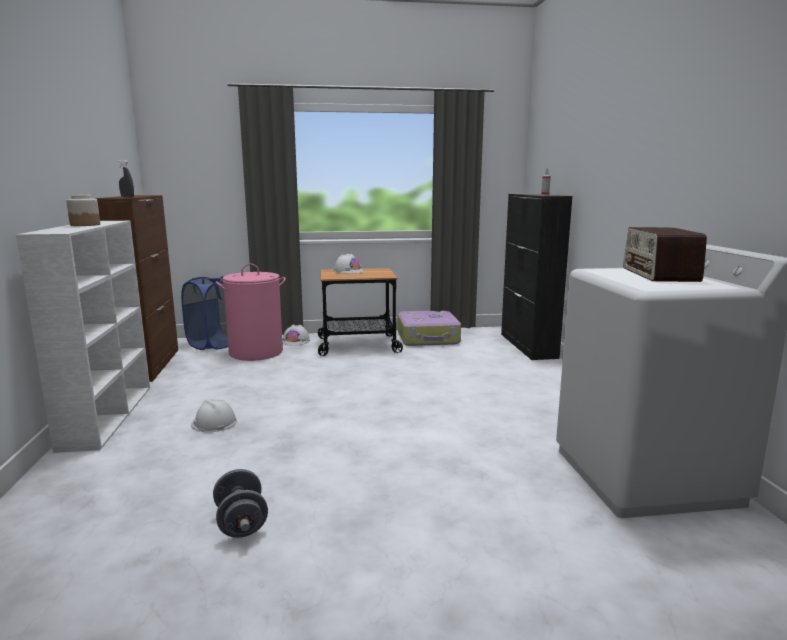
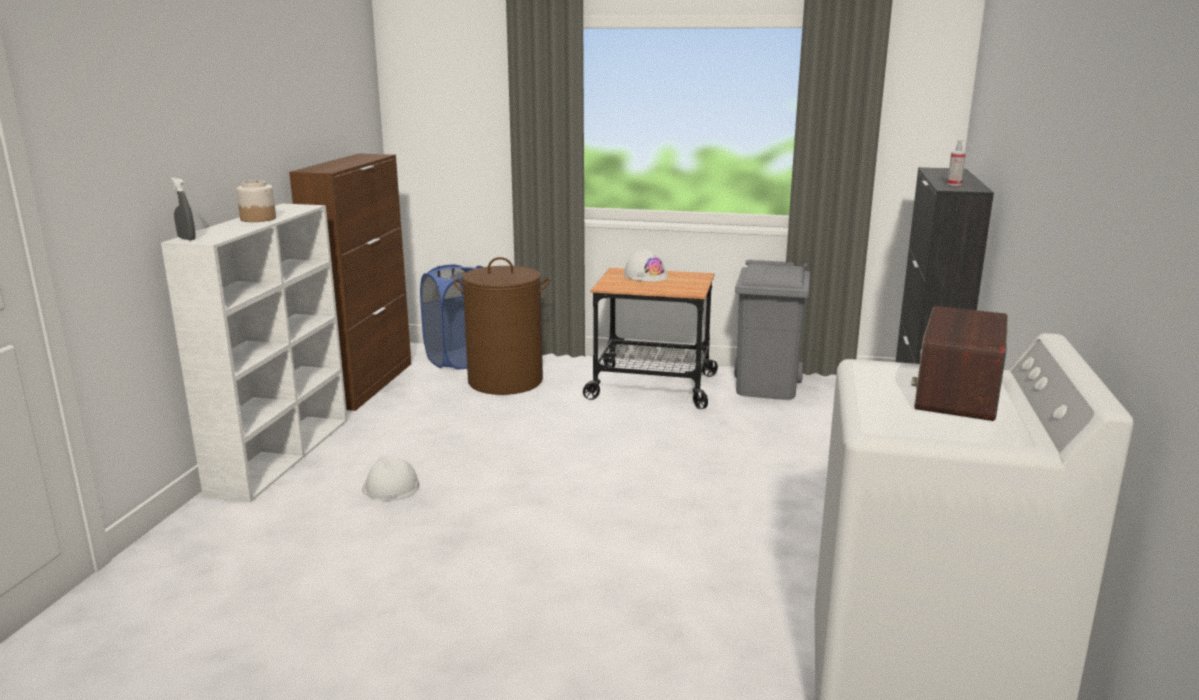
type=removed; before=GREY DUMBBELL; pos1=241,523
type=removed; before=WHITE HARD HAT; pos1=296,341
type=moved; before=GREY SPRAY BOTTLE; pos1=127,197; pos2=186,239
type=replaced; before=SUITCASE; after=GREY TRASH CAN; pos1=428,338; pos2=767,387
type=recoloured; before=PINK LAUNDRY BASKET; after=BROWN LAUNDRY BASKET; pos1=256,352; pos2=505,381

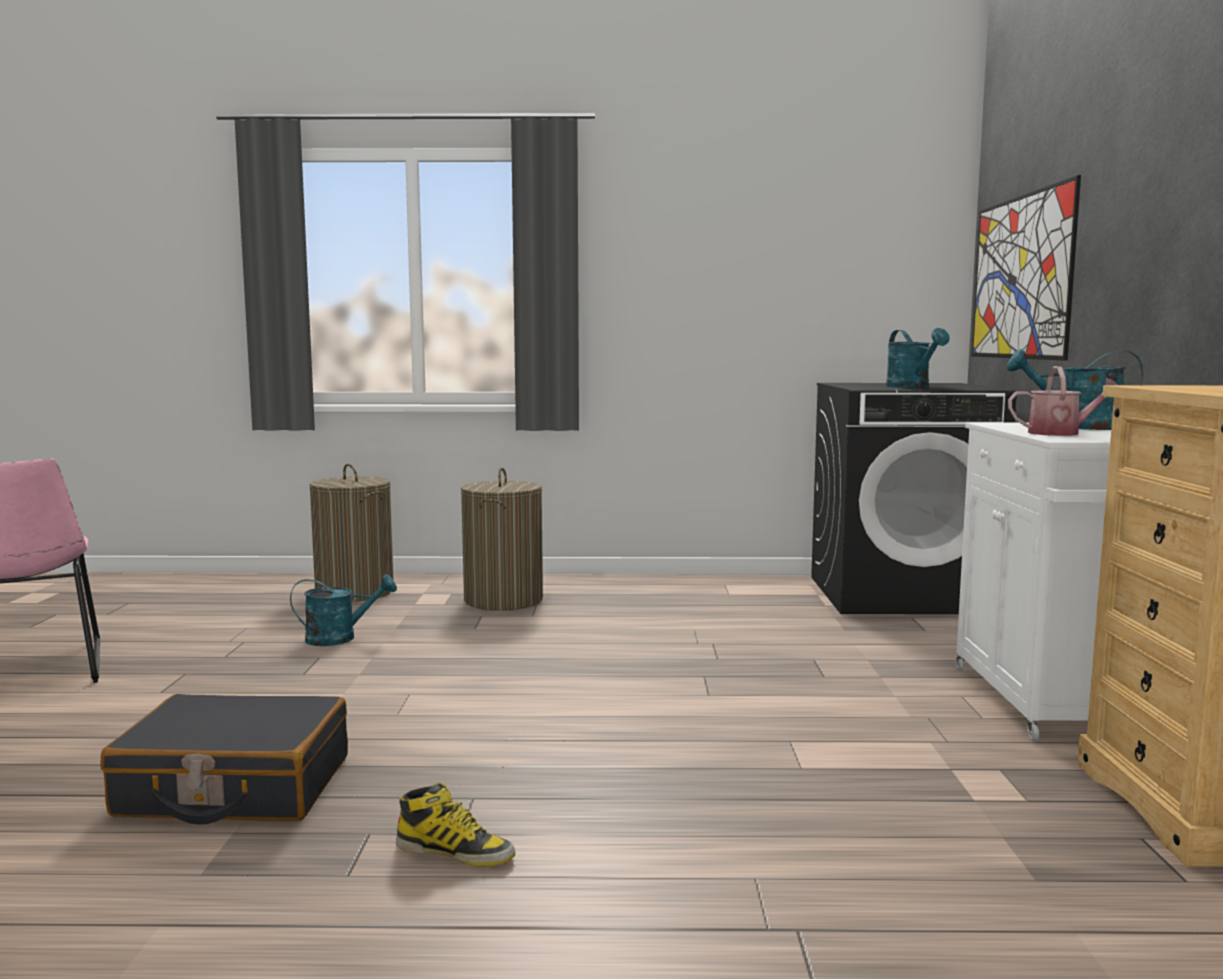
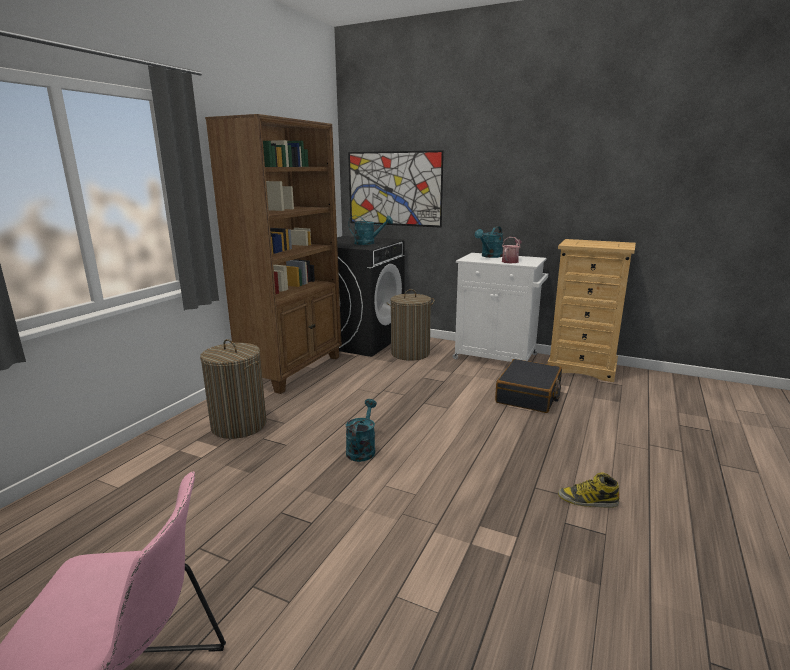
type=added; after=BROWN BOOKCASE; pos2=293,369
type=moved; before=BLACK SUITCASE; pos1=234,787; pos2=529,395
type=moved; before=TURQUOISE WATERING CAN; pos1=340,638; pos2=362,449
type=moved; before=LAUNDRY BASKET; pos1=355,592; pos2=410,353
type=turned; before=BOOT; pos1=455,852; pos2=587,500; turn=-120

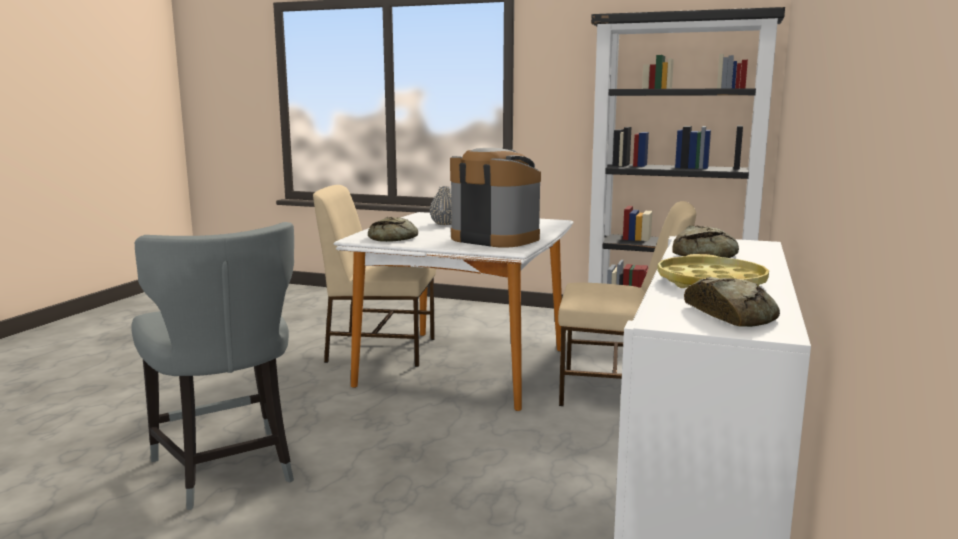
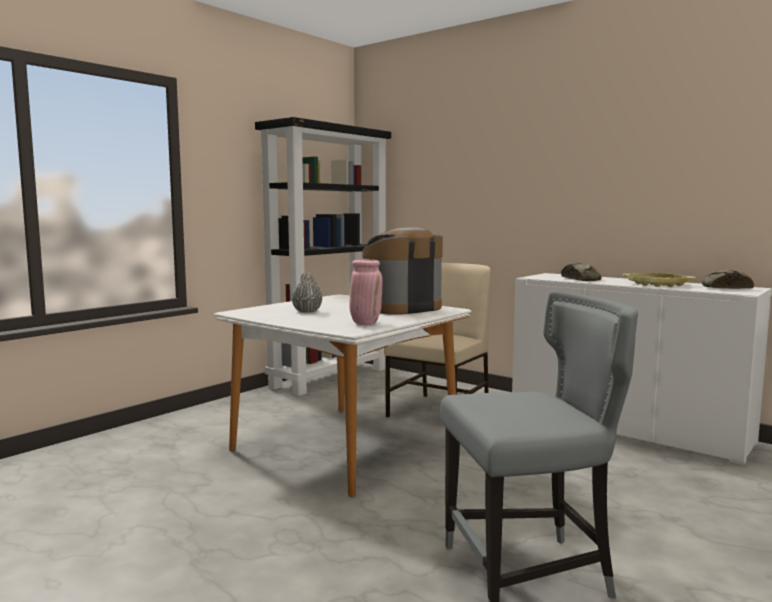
type=removed; before=BEIGE CHAIR; pos1=379,349
type=replaced; before=BREAD; after=PINK VASE; pos1=394,238; pos2=365,323

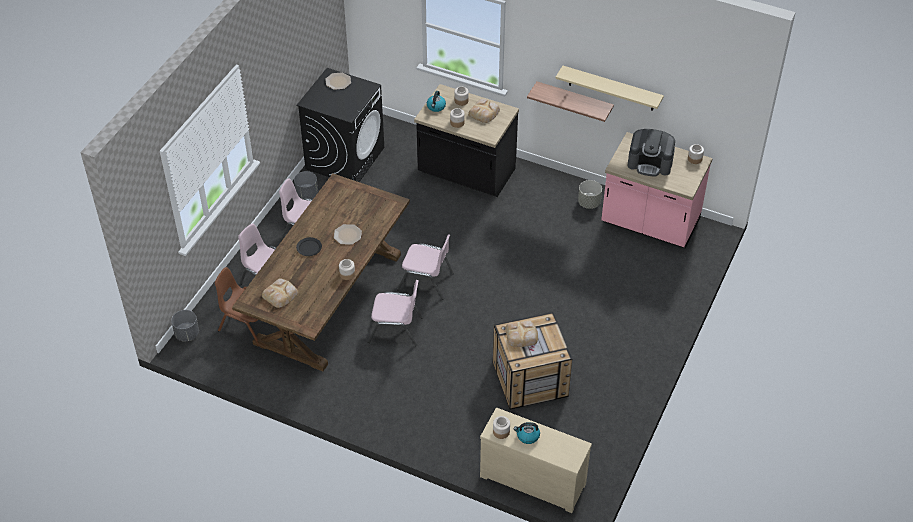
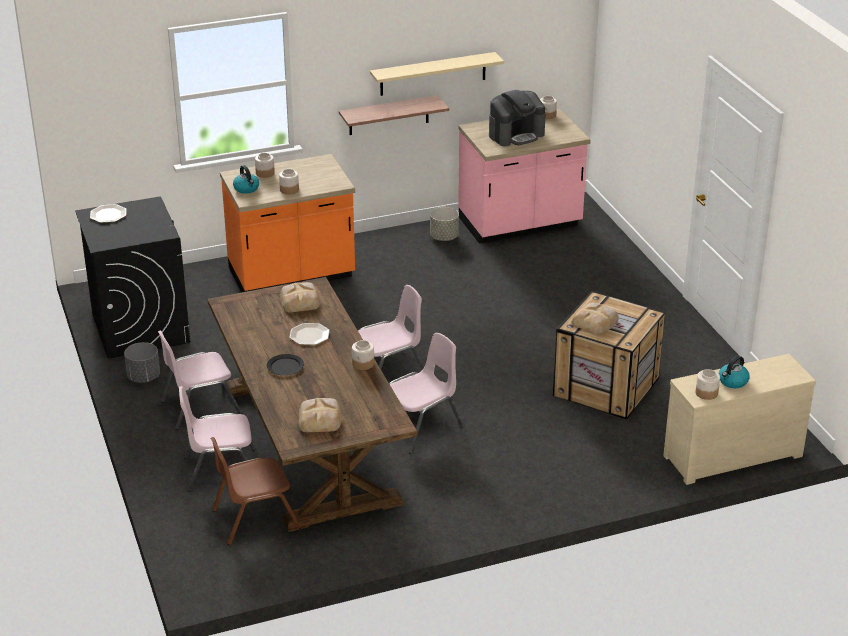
type=removed; before=GREY PLANTER; pos1=187,334
type=moved; before=BREAD; pos1=484,112; pos2=300,301
type=recoloured; before=BLACK COUNTER; after=ORANGE COUNTER; pos1=466,173; pos2=291,275

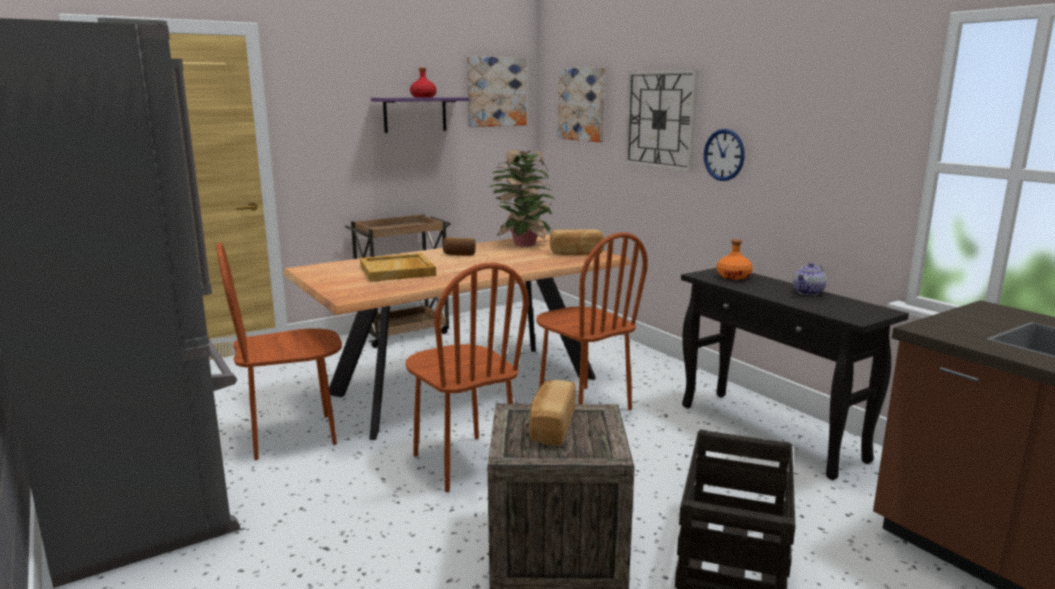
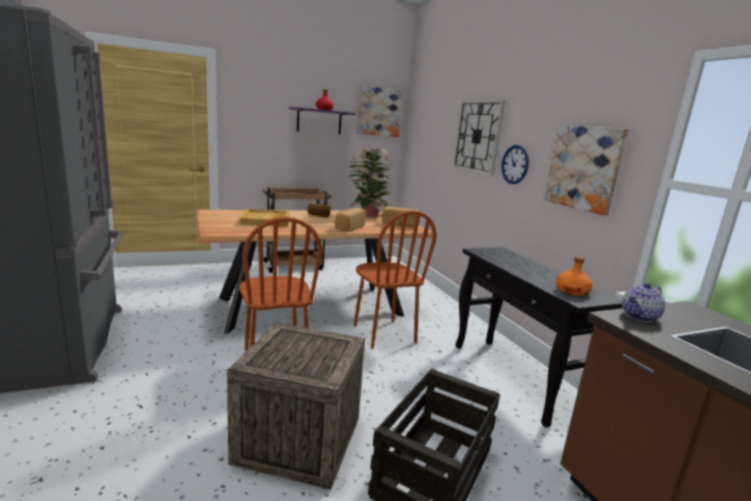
type=removed; before=BROWN CHAIR; pos1=293,436
type=moved; before=BREAD; pos1=551,427; pos2=349,227
type=moved; before=PICTURE; pos1=582,104; pos2=584,168
type=moved; before=ORANGE BOTTLE; pos1=733,276; pos2=572,291
type=moved; before=TEAPOT; pos1=808,292; pos2=640,317

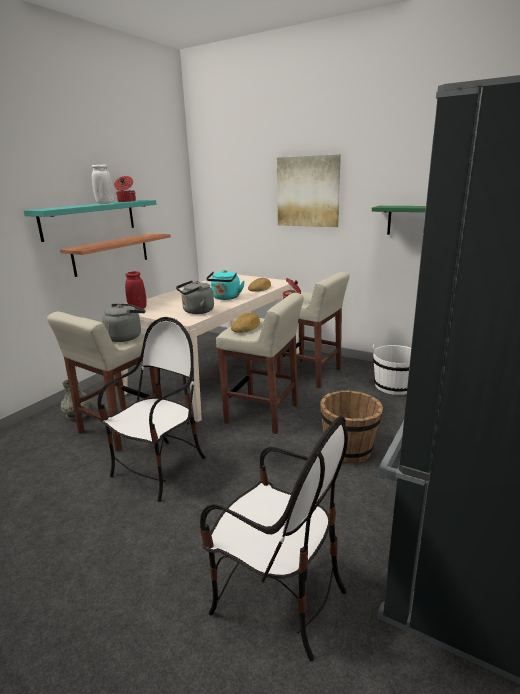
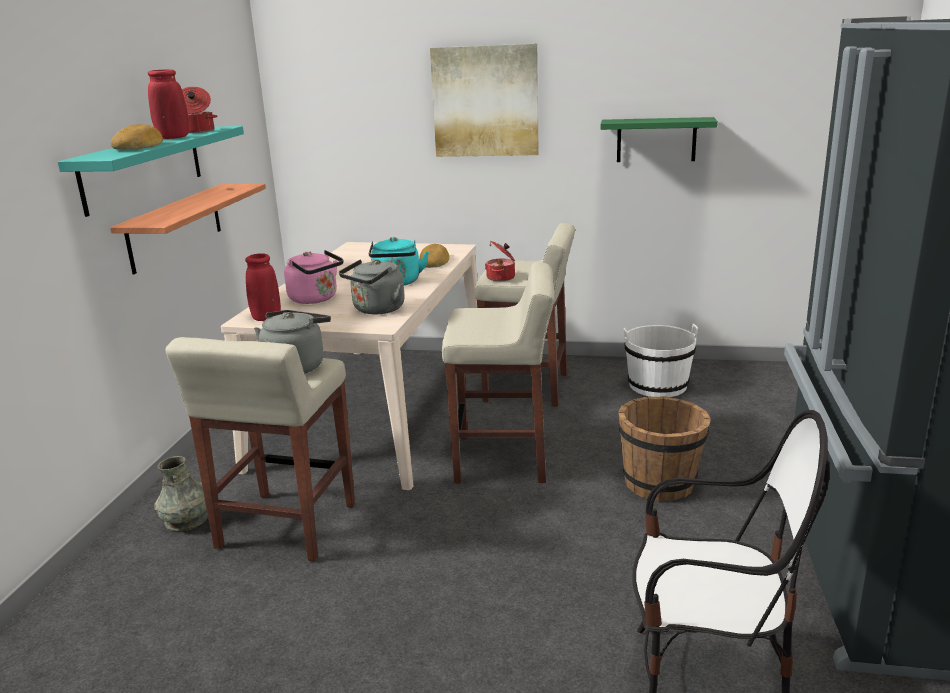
type=removed; before=CHAIR; pos1=160,469
type=added; after=PINK KETTLE; pos2=316,299
type=moved; before=BREAD; pos1=246,327; pos2=140,146
type=recoloured; before=WHITE VASE; after=RED VASE; pos1=105,203; pos2=173,138

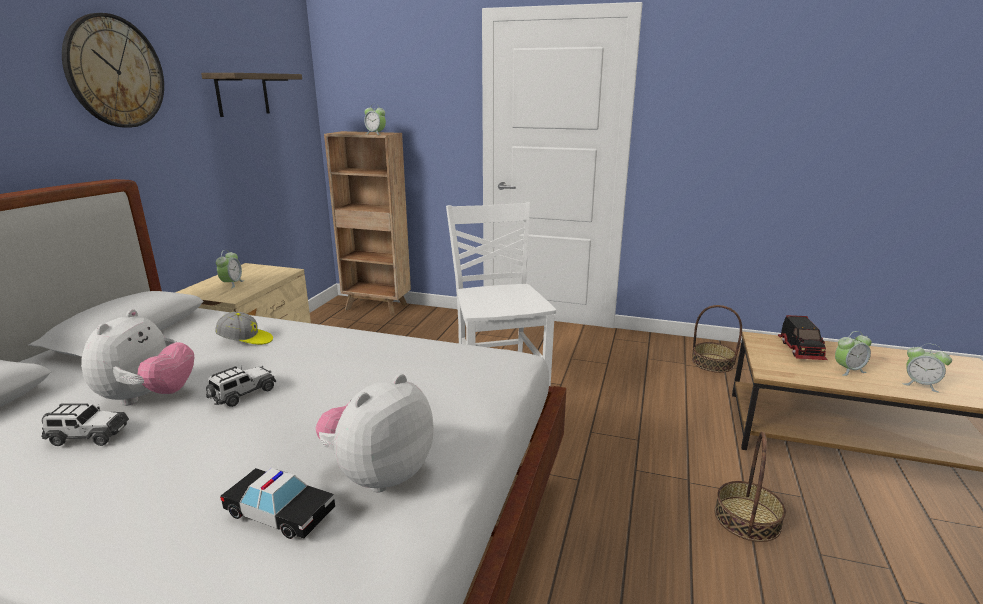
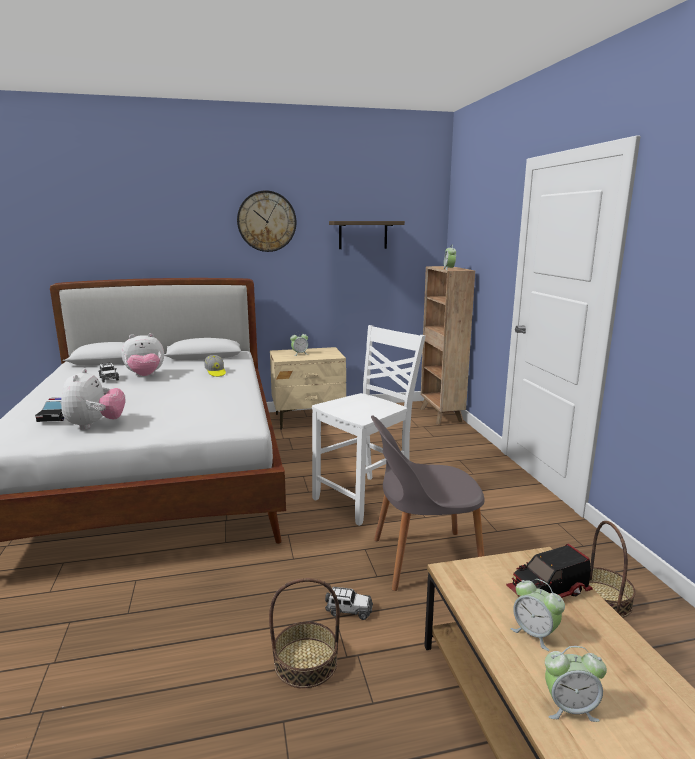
type=added; after=GREY CHAIR; pos2=422,559
type=moved; before=TOY CAR; pos1=242,394; pos2=349,610
type=turned; before=PLUSH TOY; pos1=379,473; pos2=95,425; turn=75
type=turned; before=ALARM CLOCK; pos1=920,384; pos2=569,707; turn=-90

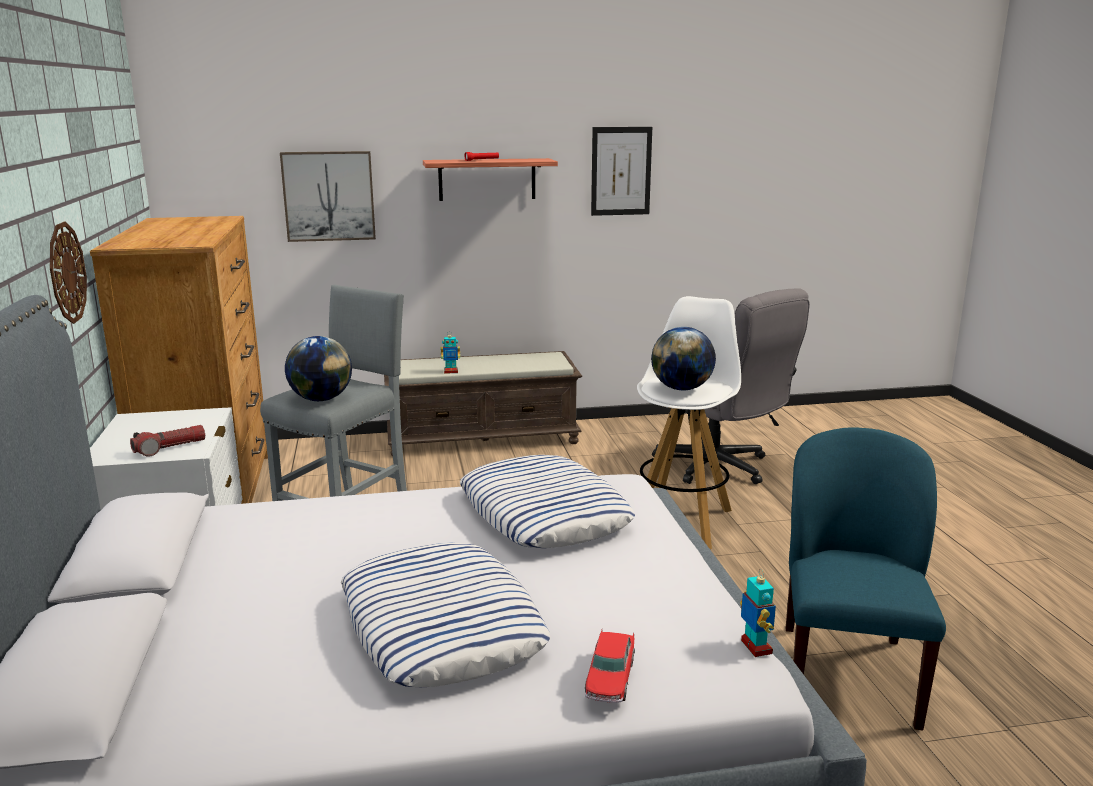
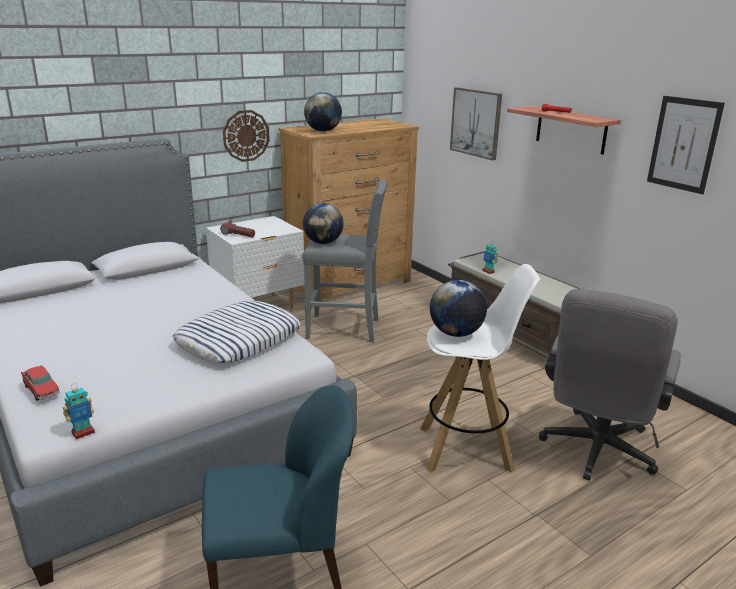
type=removed; before=PILLOW; pos1=440,626
type=added; after=GLOBE; pos2=323,131
type=turned; before=TOY CAR; pos1=610,679; pos2=41,390; turn=-120

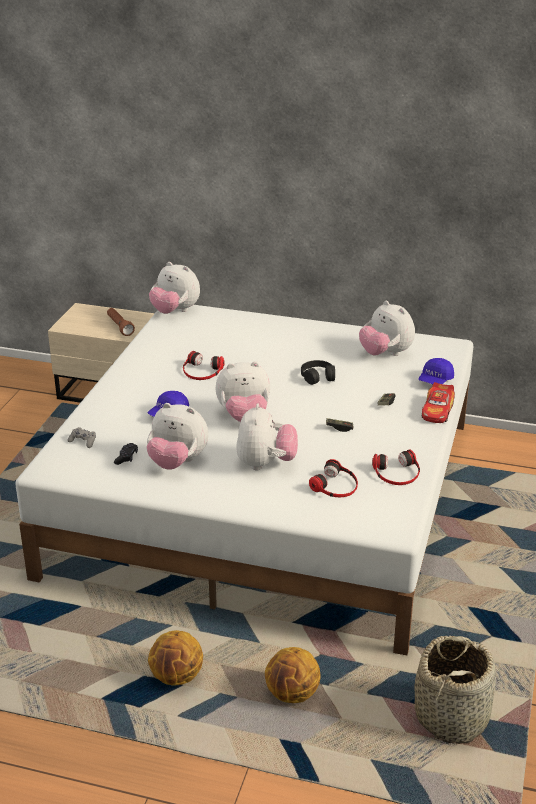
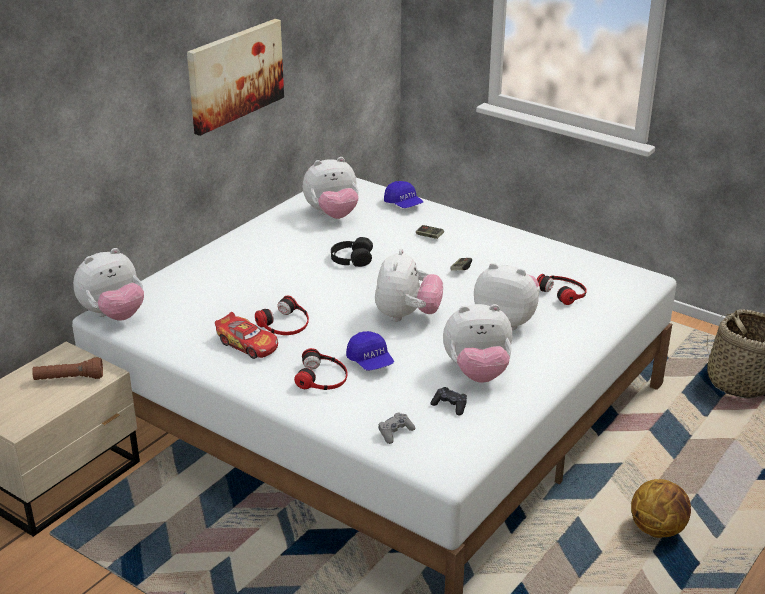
type=removed; before=BASKETBALL; pos1=292,694
type=added; after=PICTURE; pos2=235,75
type=moved; before=HEADPHONES; pos1=397,473; pos2=322,377
type=moved; before=TOY CAR; pos1=438,411; pos2=248,344
type=turned; before=PLUSH TOY; pos1=177,462; pos2=477,373; turn=45

